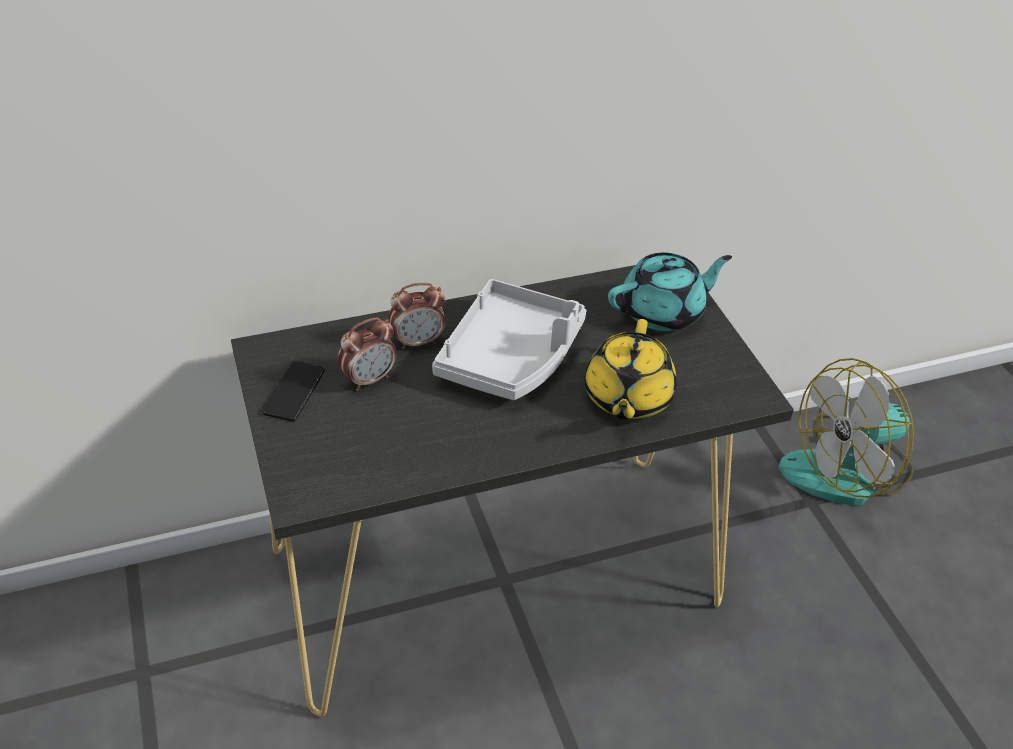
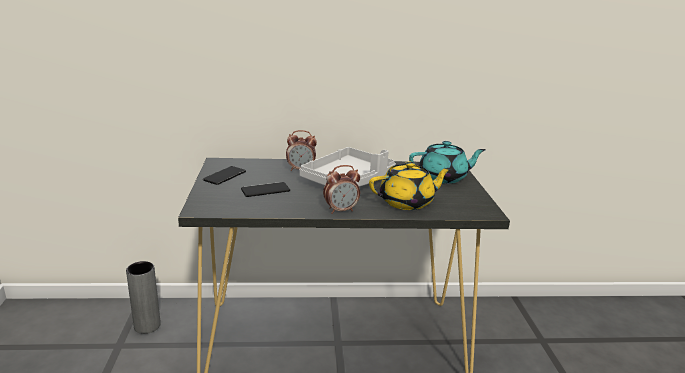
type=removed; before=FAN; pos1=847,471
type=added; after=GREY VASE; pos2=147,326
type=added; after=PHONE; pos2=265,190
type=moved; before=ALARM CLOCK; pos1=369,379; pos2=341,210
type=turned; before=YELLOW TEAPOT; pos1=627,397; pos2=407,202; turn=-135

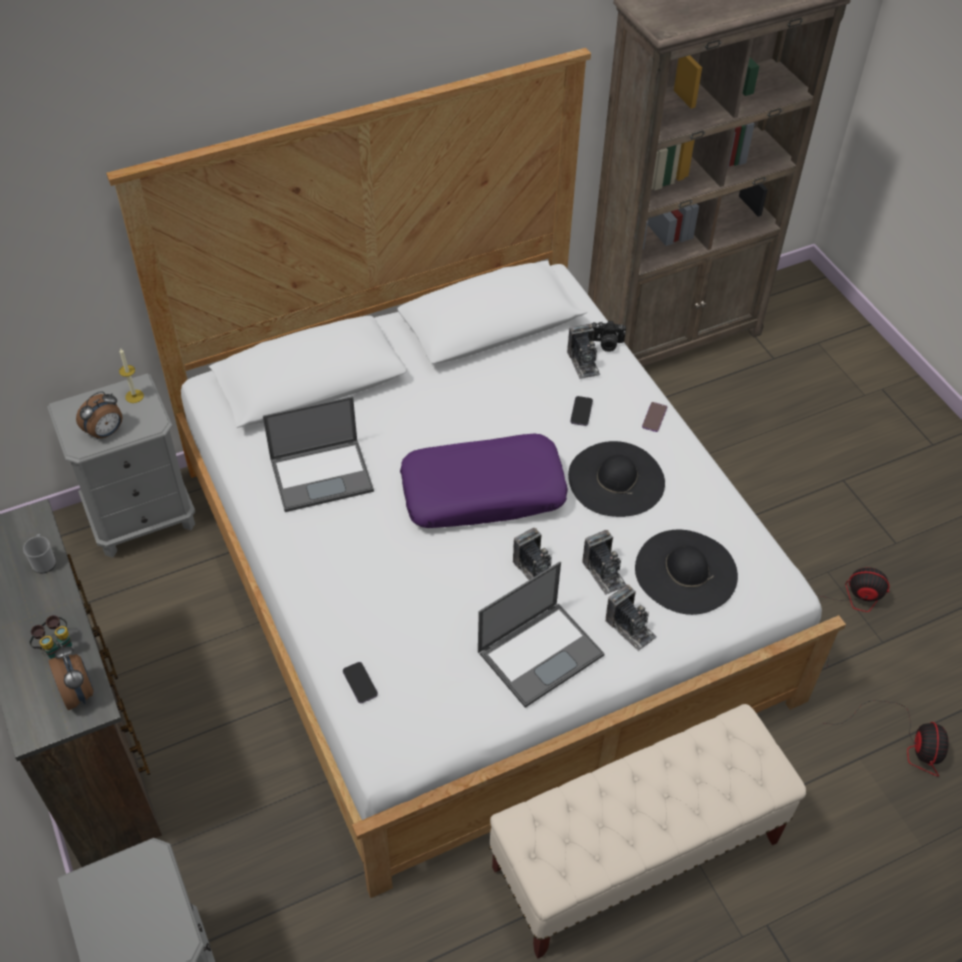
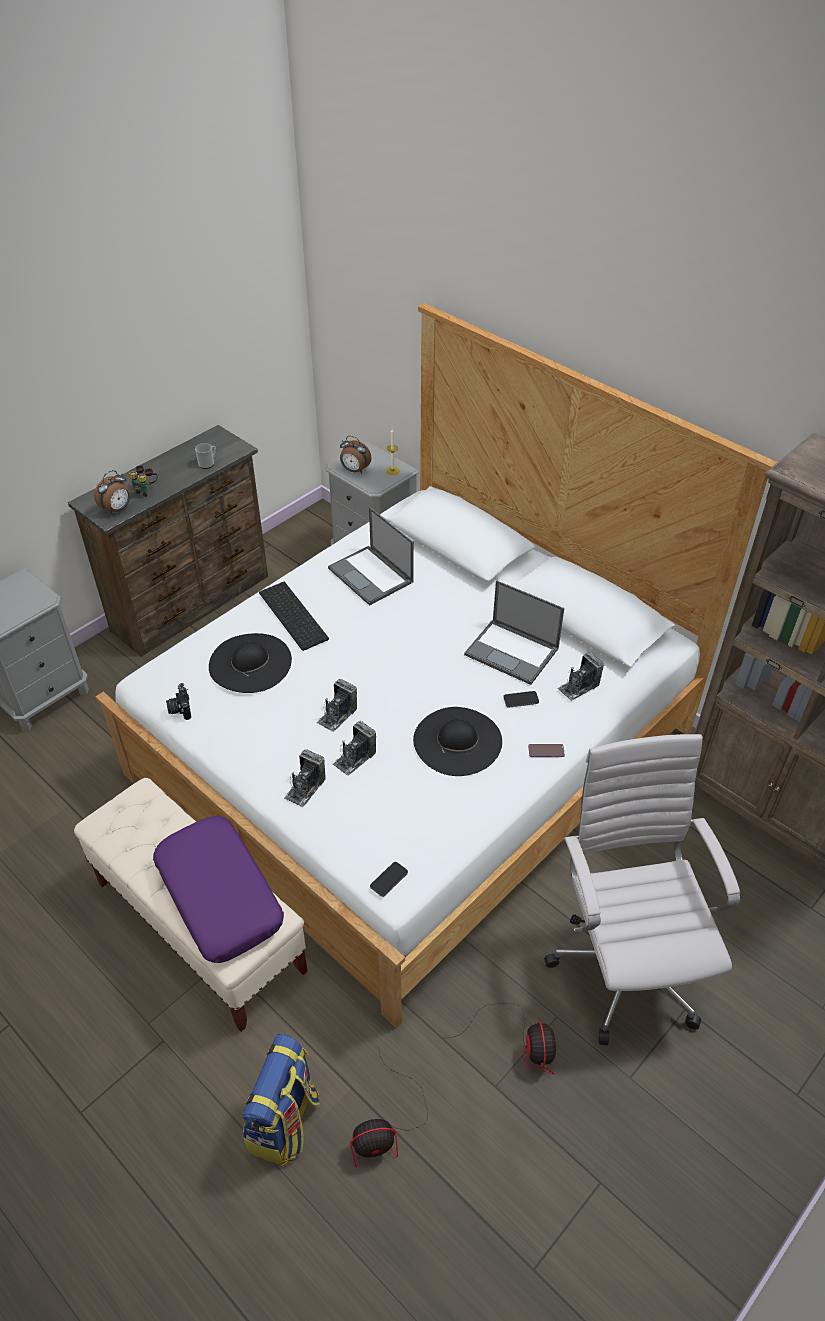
type=added; after=BACKPACK; pos2=284,1122
type=added; after=KEYBOARD; pos2=295,615
type=added; after=WHITE OFFICE CHAIR; pos2=624,965
type=moved; before=PHONE; pos1=360,683; pos2=389,880
type=moved; before=PURPLE PILLOW; pos1=483,492; pos2=220,896
type=moved; before=LAPTOP; pos1=541,652; pos2=513,652
type=moved; before=PHOTO CAMERA; pos1=606,343; pos2=180,708
type=moved; before=BLACK HAT; pos1=685,571; pos2=250,663

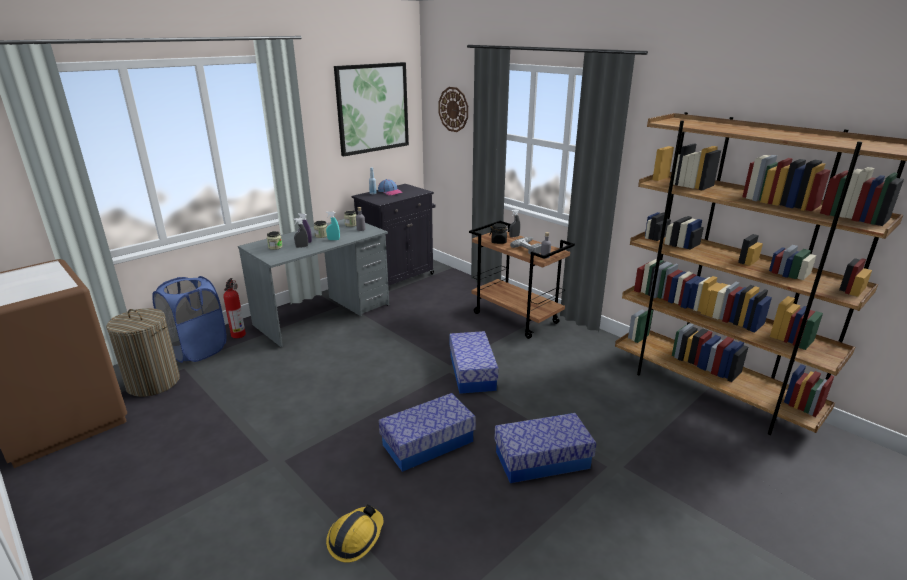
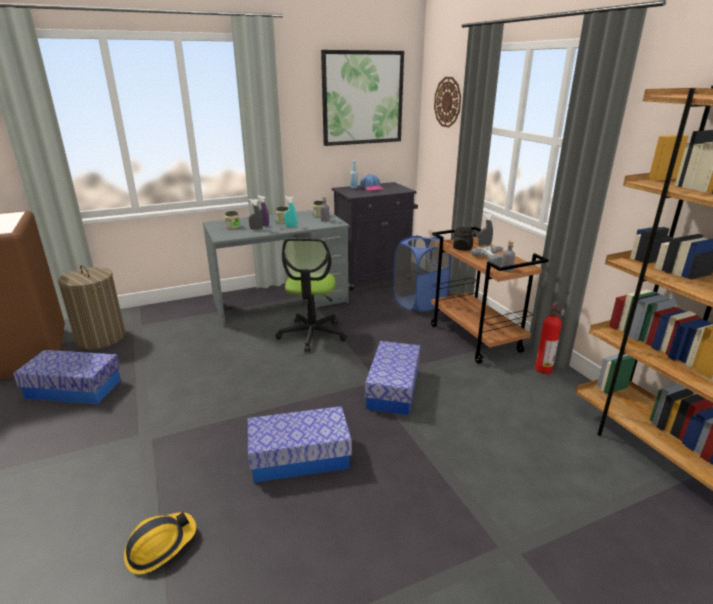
type=added; after=OFFICE CHAIR; pos2=312,335
type=moved; before=BLUE LAUNDRY BASKET; pos1=197,350; pos2=419,303
type=moved; before=FIRE EXTINGUISHER; pos1=239,334; pos2=543,368
type=moved; before=STORAGE BOX; pos1=542,460; pos2=74,389

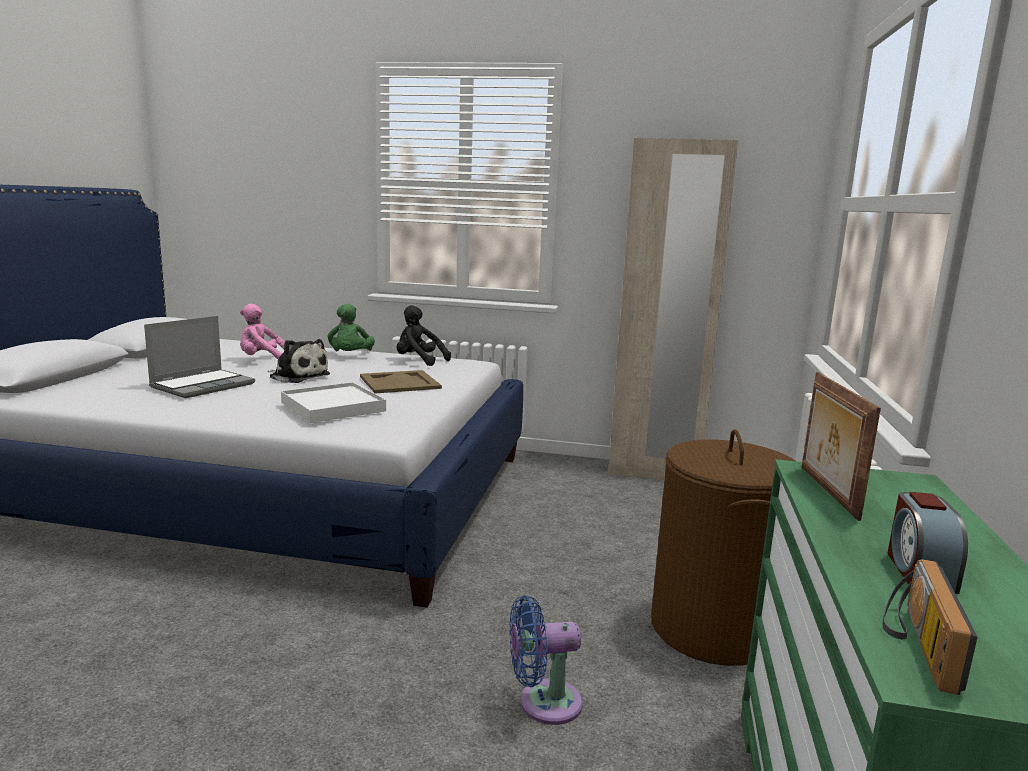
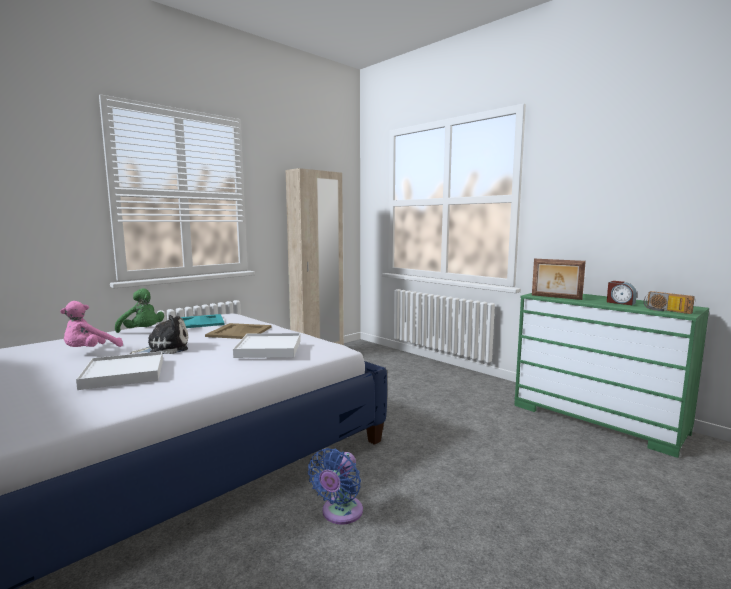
type=removed; before=BROWN LAUNDRY BASKET; pos1=713,629
type=moved; before=BLUE FAN; pos1=543,703; pos2=340,513
type=replaced; before=LAPTOP; after=WHITE TRAY; pos1=203,385; pos2=124,373
type=replaced; before=BLACK PLUSH TOY; after=TURQUOISE TRAY; pos1=419,361; pos2=199,322

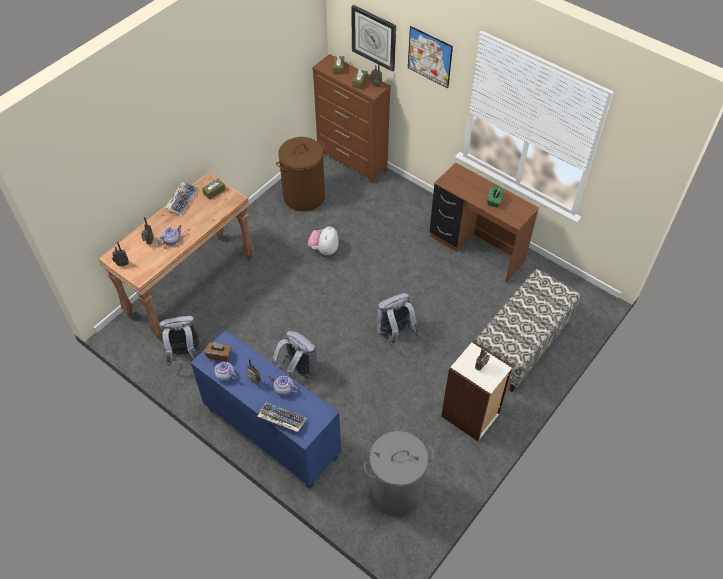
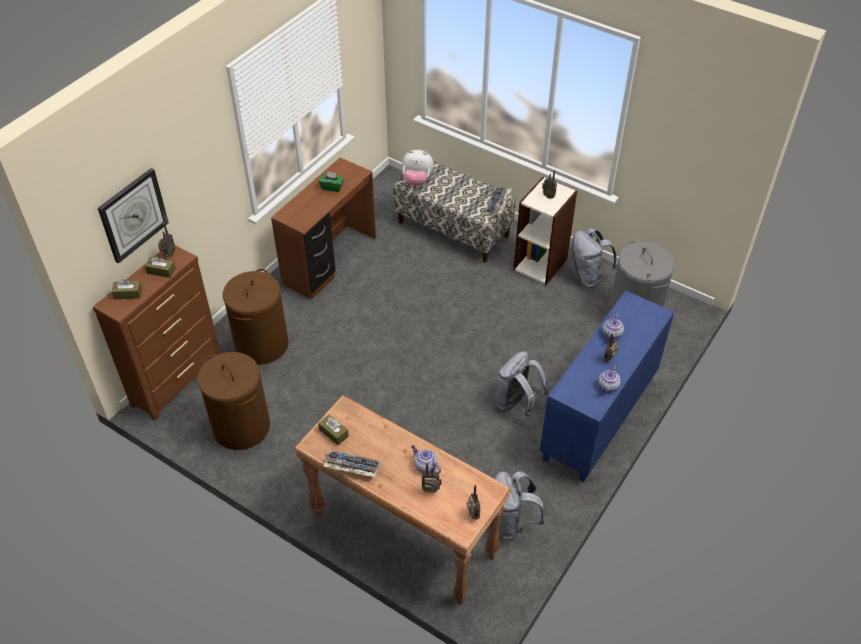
type=removed; before=BROWN TISSUE BOX; pos1=219,355
type=removed; before=PICTURE; pos1=429,57
type=added; after=BROWN LAUNDRY BASKET; pos2=261,344
type=moved; before=KEYBOARD; pos1=281,419; pos2=498,204
type=moved; before=PLUSH TOY; pos1=324,250; pos2=417,180
type=moved; before=GREY BACKPACK; pos1=394,333; pos2=587,276

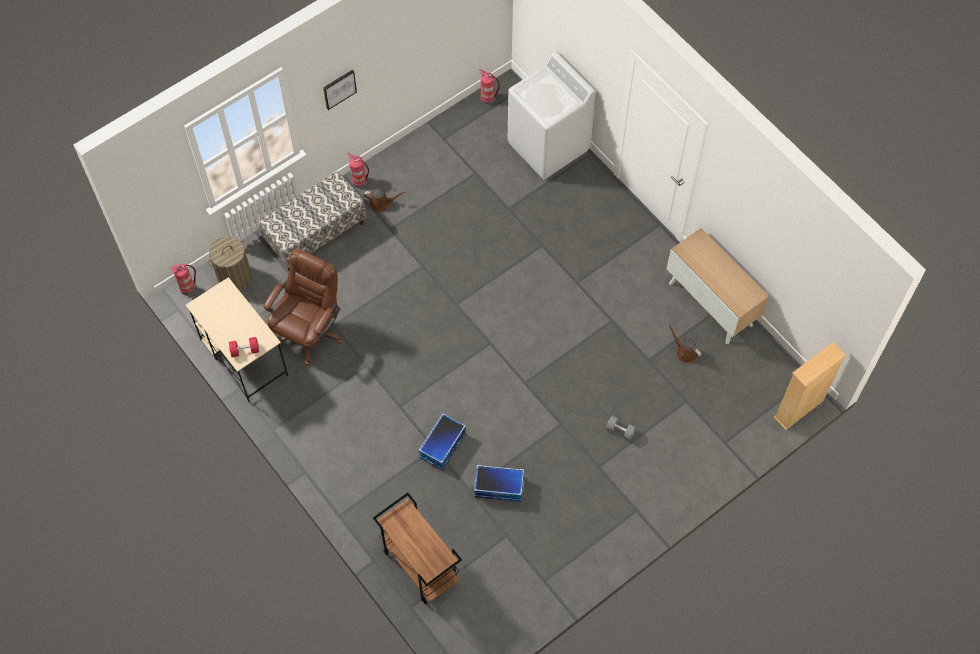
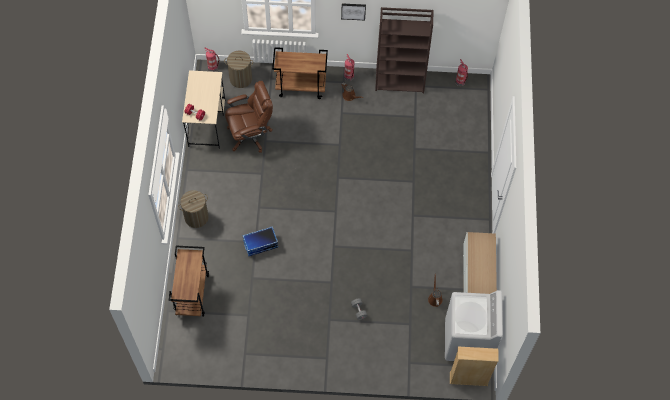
type=removed; before=STORAGE BOX; pos1=499,486
type=added; after=LAUNDRY BASKET; pos2=196,217
type=added; after=BROWN BOOKCASE; pos2=400,80
type=moved; before=WHITE WASHING MACHINE; pos1=548,146; pos2=468,341
type=replaced; before=BENCH; after=BROWN CART; pos1=315,234; pos2=301,87

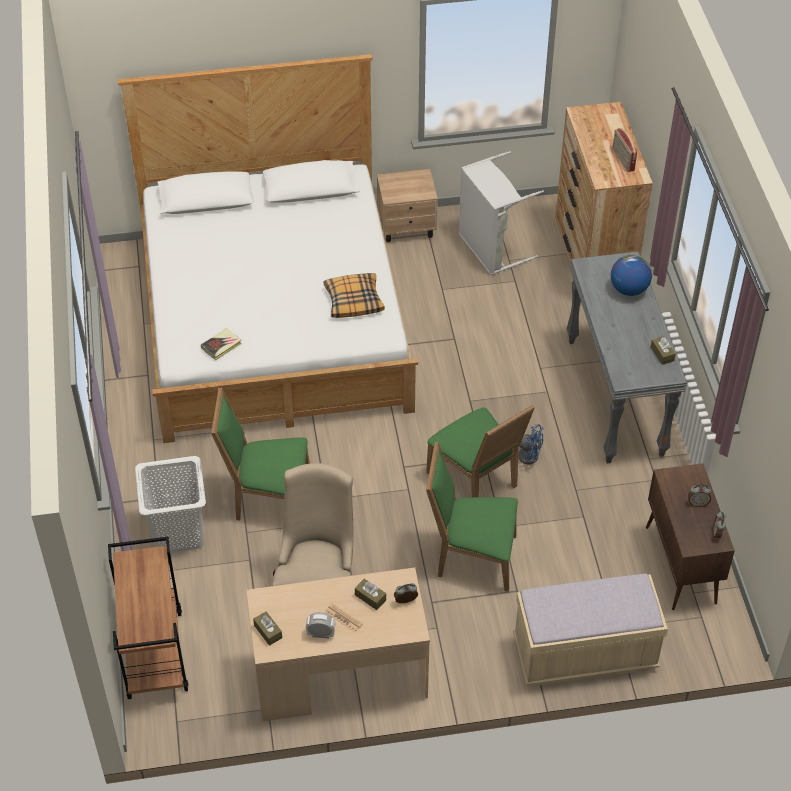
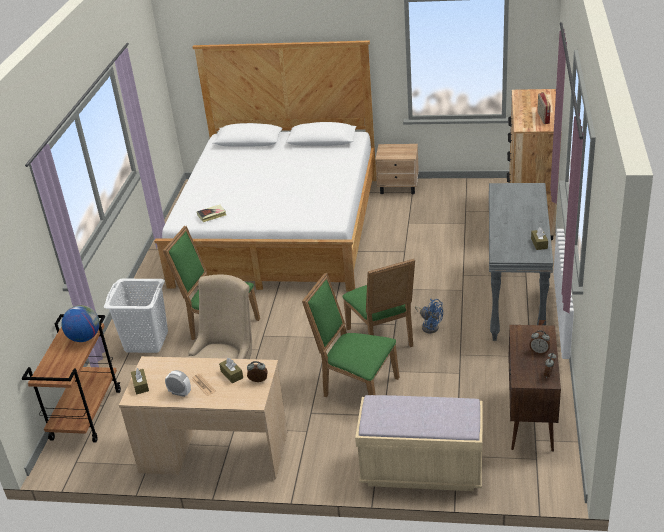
type=removed; before=PILLOW; pos1=354,301
type=removed; before=GREY LAUNDRY BASKET; pos1=490,249
type=moved; before=GLOBE; pos1=628,289; pos2=84,338

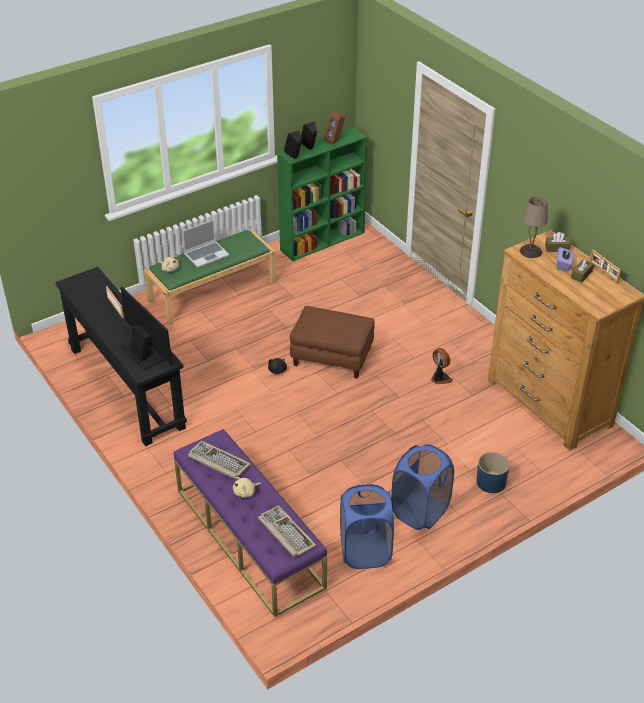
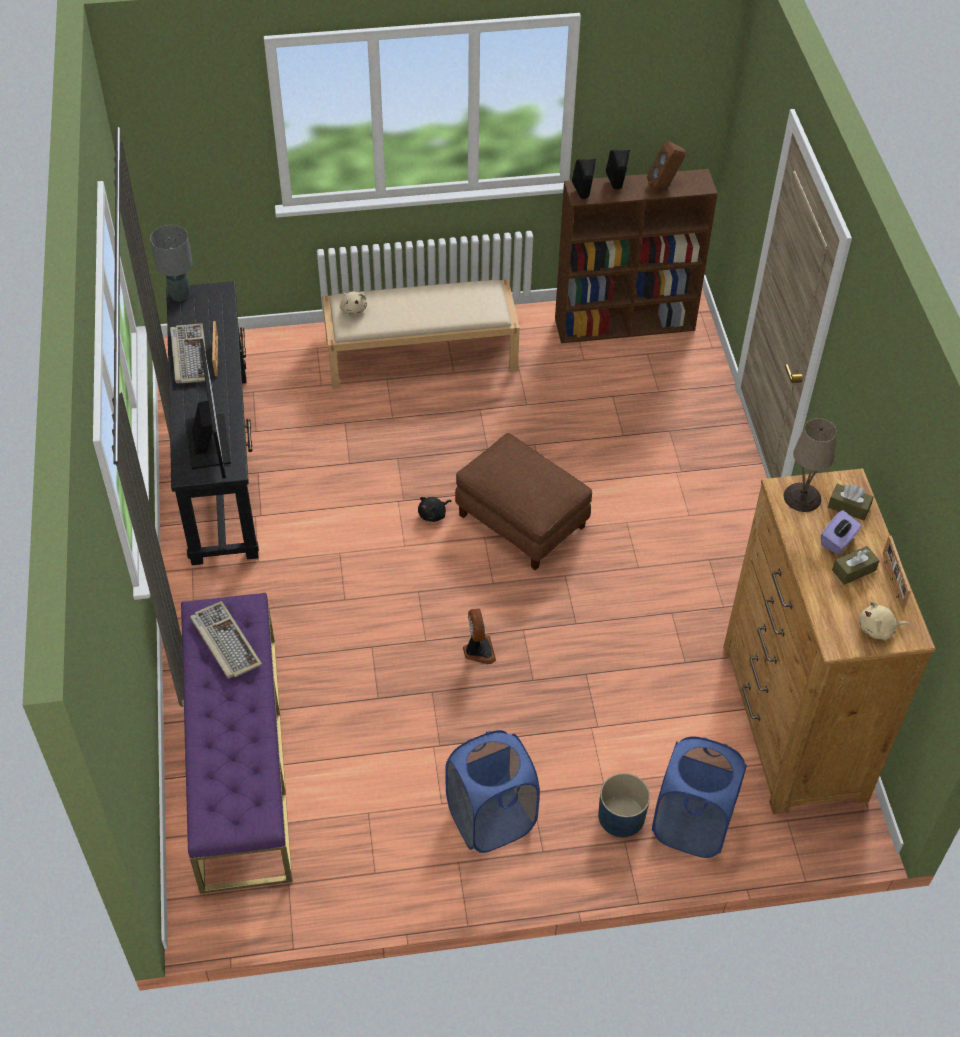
type=removed; before=LAPTOP; pos1=206,255
type=added; after=GREY TABLE LAMP; pos2=179,295
type=moved; before=BEIGE PLUSH TOY; pos1=246,492; pos2=878,629
type=moved; before=KEYBOARD; pos1=285,533; pos2=189,355
type=moved; before=BLUE LAUNDRY BASKET; pos1=365,551; pos2=691,825
type=moved; before=FAN; pos1=440,378; pos2=478,651
type=recoloured; before=GREEN BENCH; after=BEIGE BENCH; pos1=213,291; pos2=422,354
type=recoloured; before=GREEN BOOKCASE; after=BROWN BOOKCASE; pos1=323,241; pos2=626,324

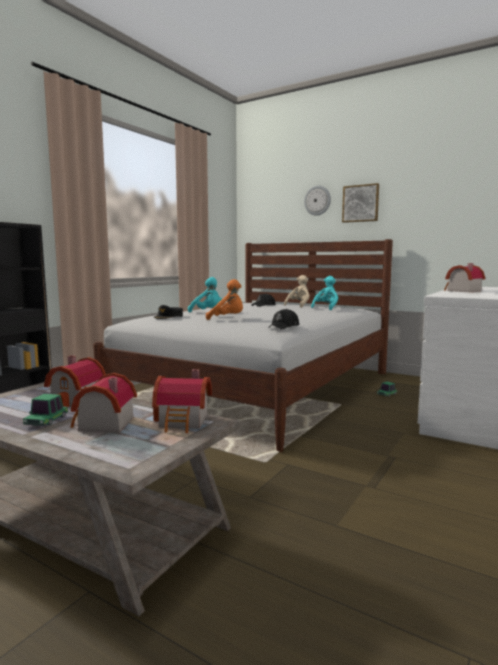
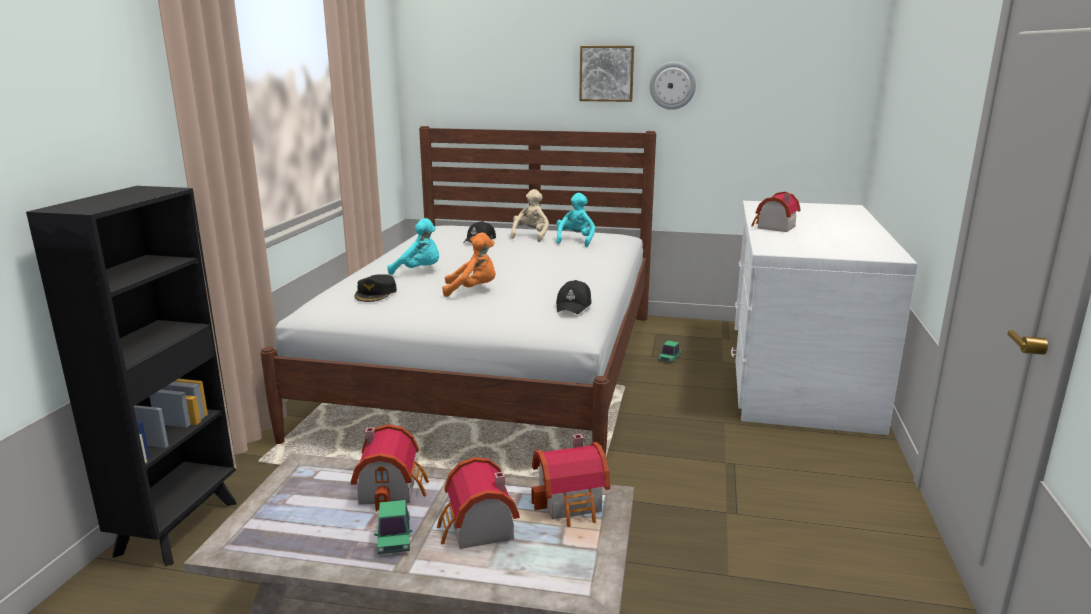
type=moved; before=WALL CLOCK; pos1=317,200; pos2=672,85

